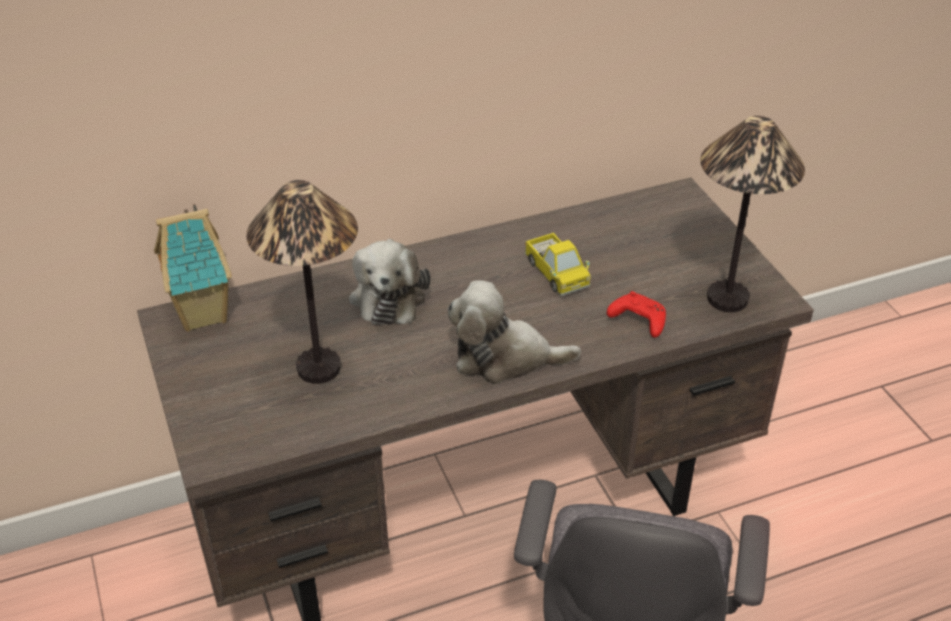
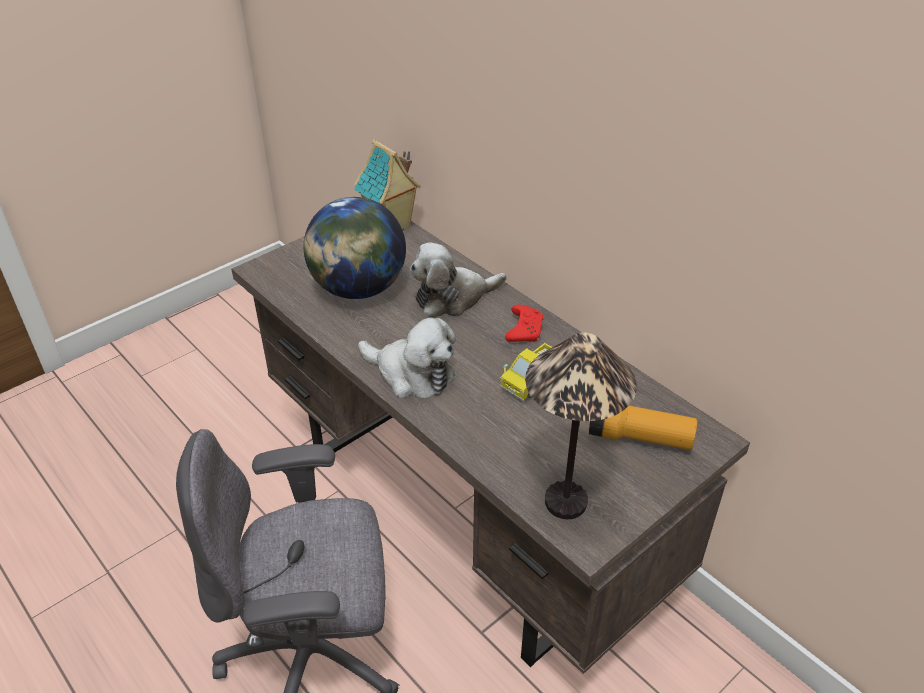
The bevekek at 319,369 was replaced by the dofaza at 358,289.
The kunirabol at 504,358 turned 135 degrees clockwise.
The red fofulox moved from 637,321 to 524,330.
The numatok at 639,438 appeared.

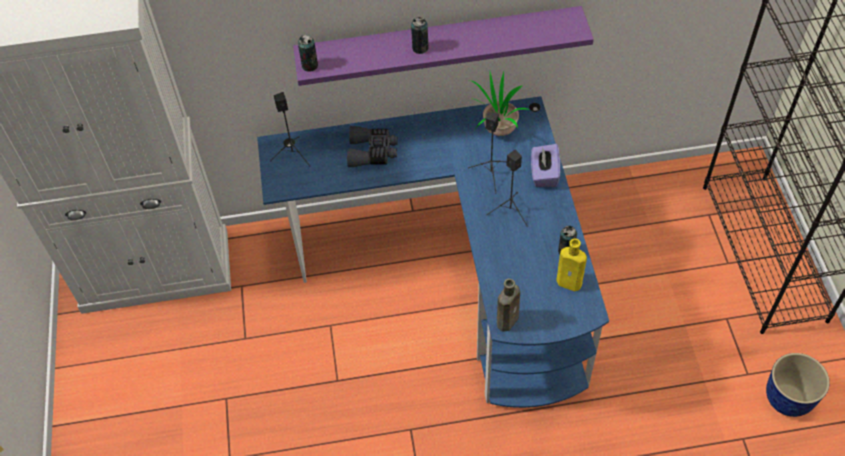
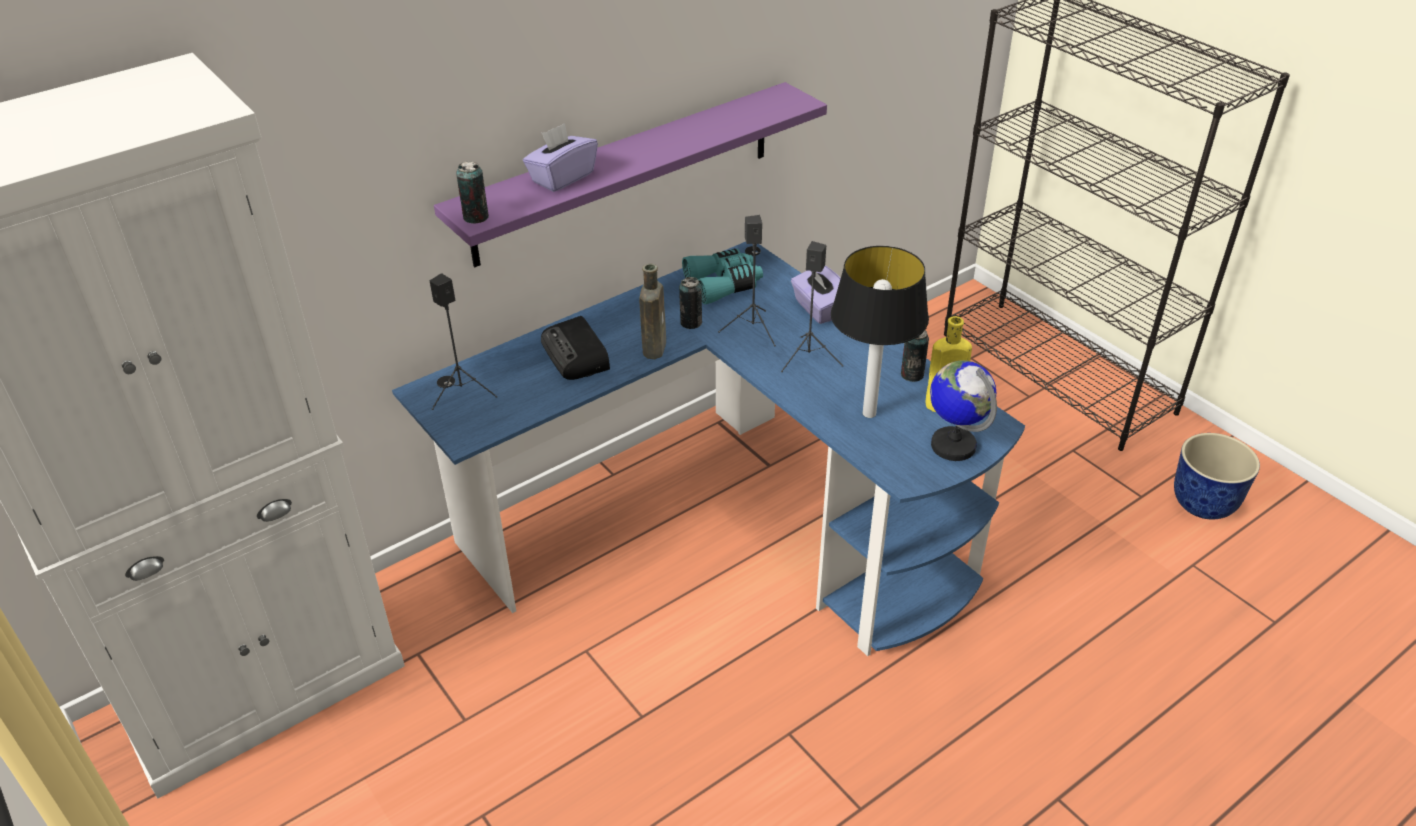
The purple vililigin at 562,177 appeared.
The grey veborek at 372,152 was replaced by the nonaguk at 576,355.
The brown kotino moved from 508,319 to 654,347.
The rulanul moved from 420,48 to 691,322.
The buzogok at 497,129 was replaced by the turquoise veborek at 724,284.
The bevekek at 868,413 appeared.
The dofaza at 953,445 appeared.

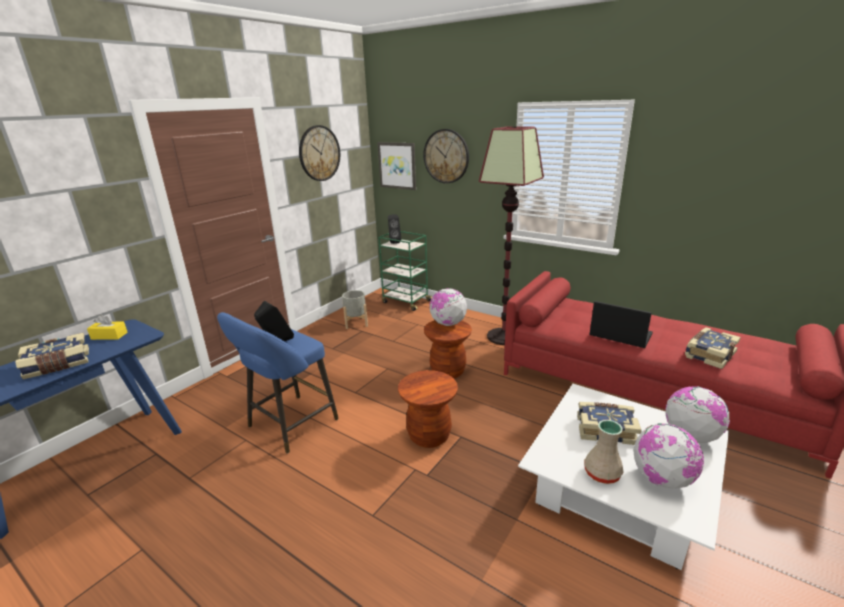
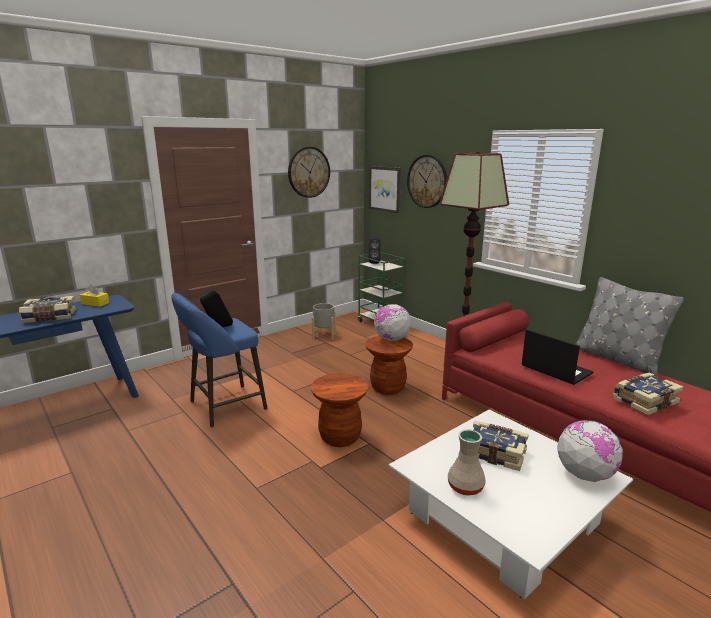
The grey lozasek at 617,359 appeared.
The dofaza at 662,479 disappeared.

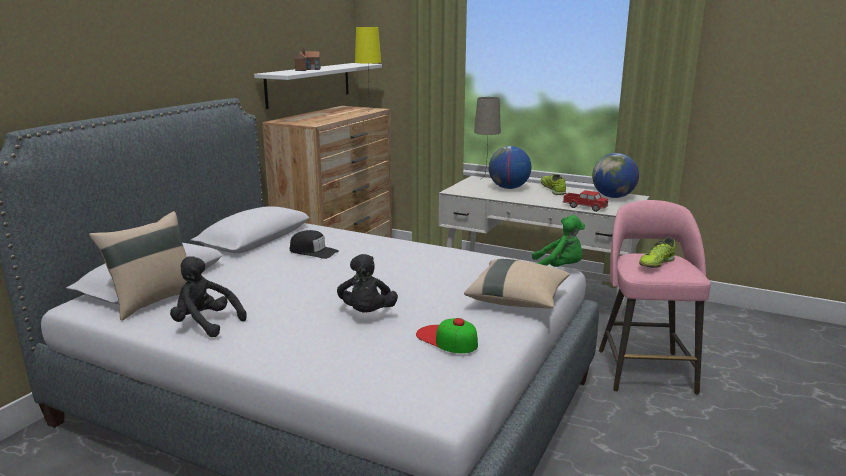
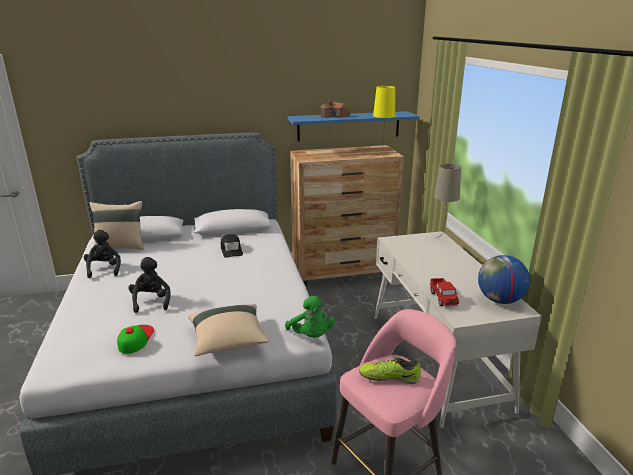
The black kunirabol at 367,314 turned 120 degrees clockwise.
The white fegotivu at 309,84 became the blue fegotivu at 349,126.
The dofaza at 508,188 disappeared.
The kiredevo at 553,189 disappeared.

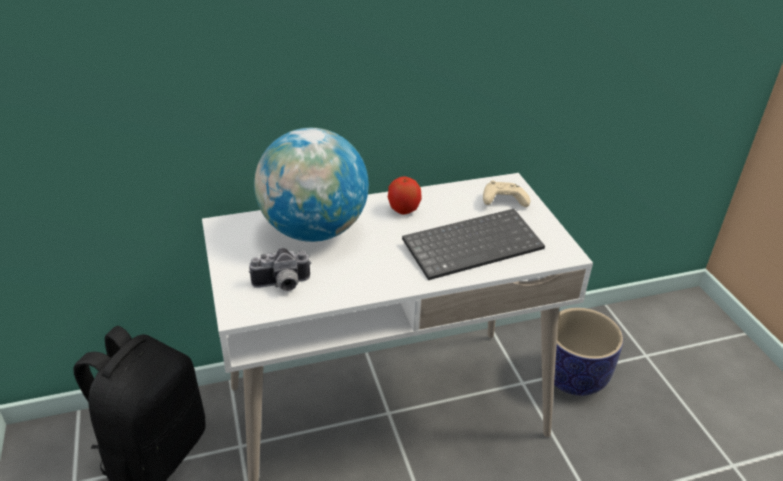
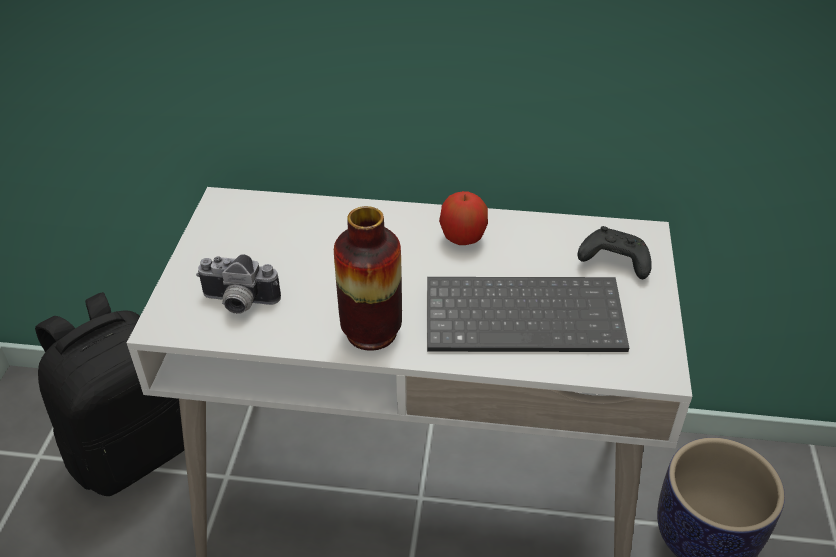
The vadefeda at 371,332 appeared.
The beige fofulox at 502,202 became the black fofulox at 613,261.
The dofaza at 314,230 disappeared.

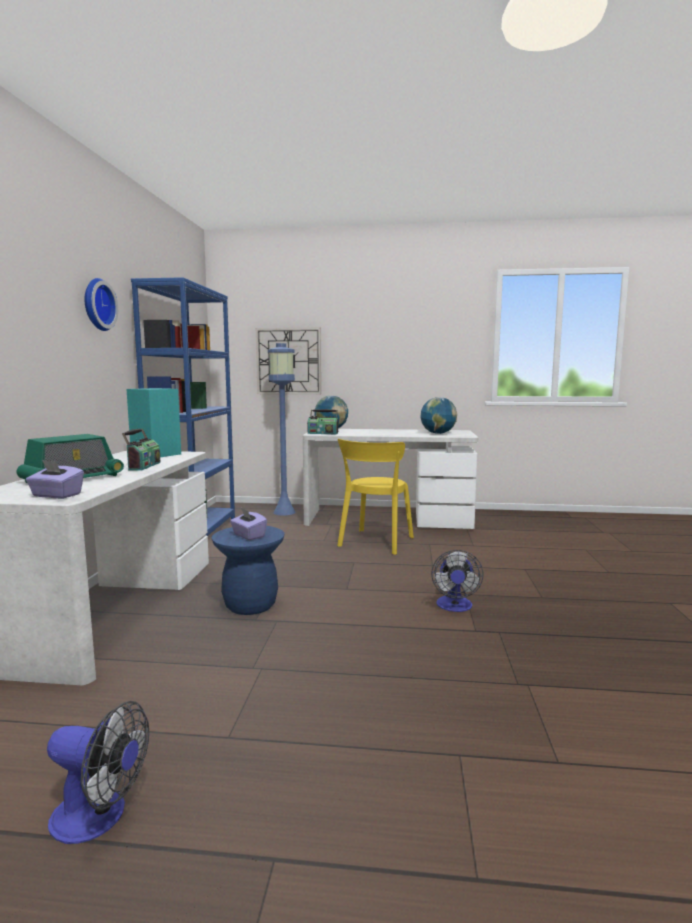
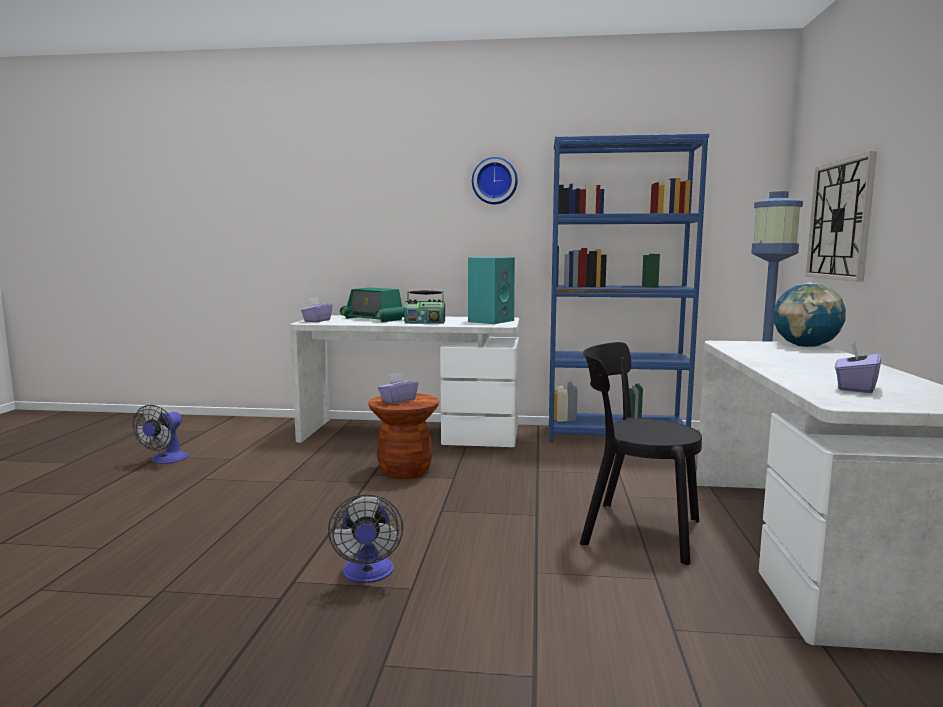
The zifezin at 454,607 turned 105 degrees counterclockwise.
The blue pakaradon at 250,605 became the brown pakaradon at 405,471.
The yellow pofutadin at 375,543 became the black pofutadin at 634,530.
The dofaza at 438,433 was replaced by the purple vililigin at 855,388.
The nonaguk at 323,433 disappeared.

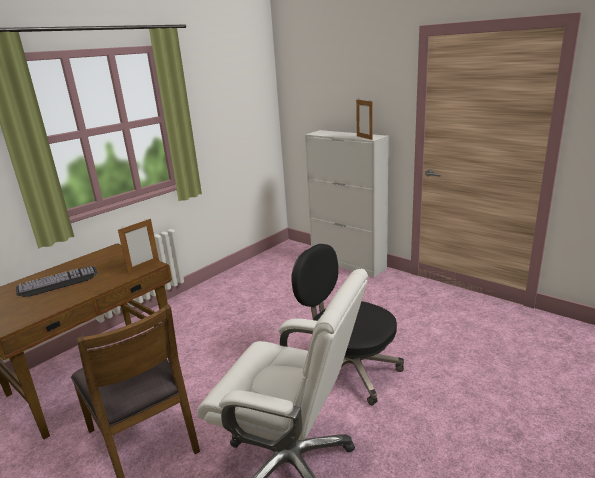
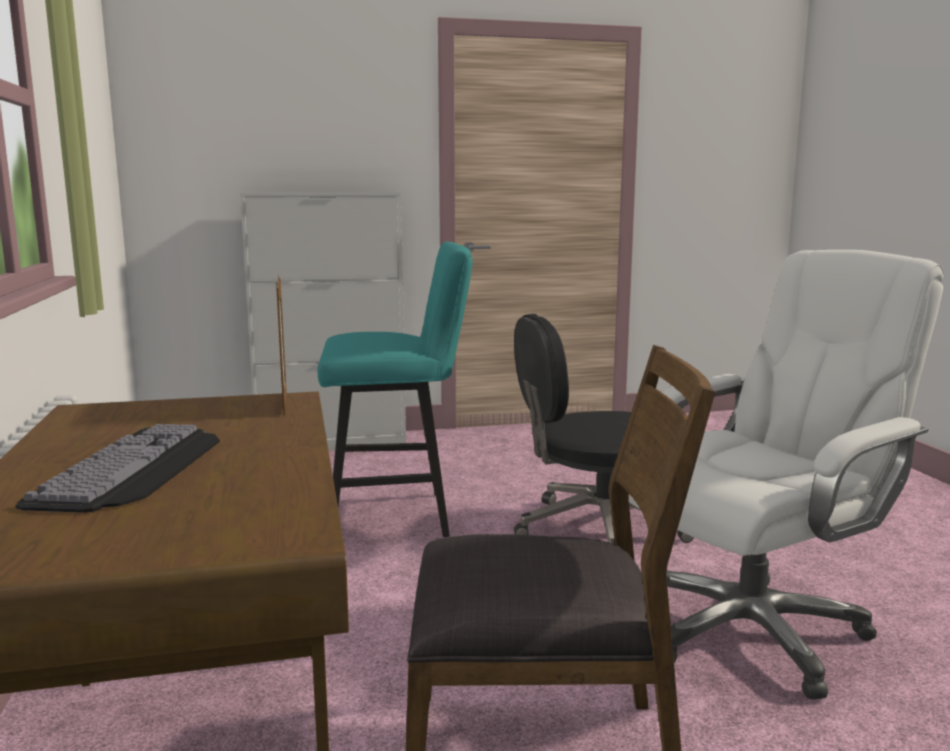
The turquoise pakaradon at 399,516 appeared.
The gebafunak at 364,137 disappeared.

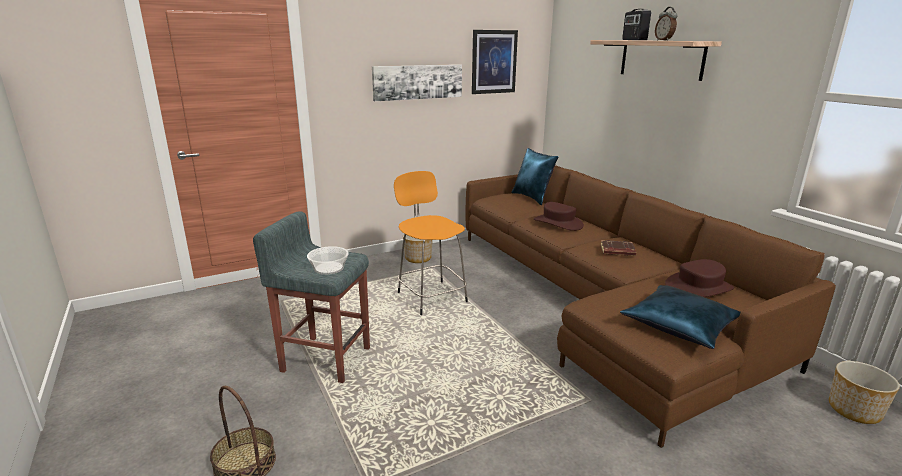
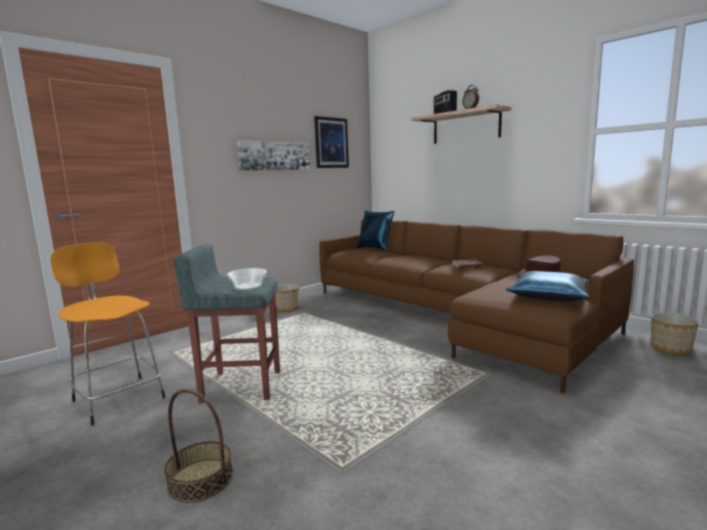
The orange pakaradon moved from 430,297 to 118,398.
The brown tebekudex at 558,223 disappeared.

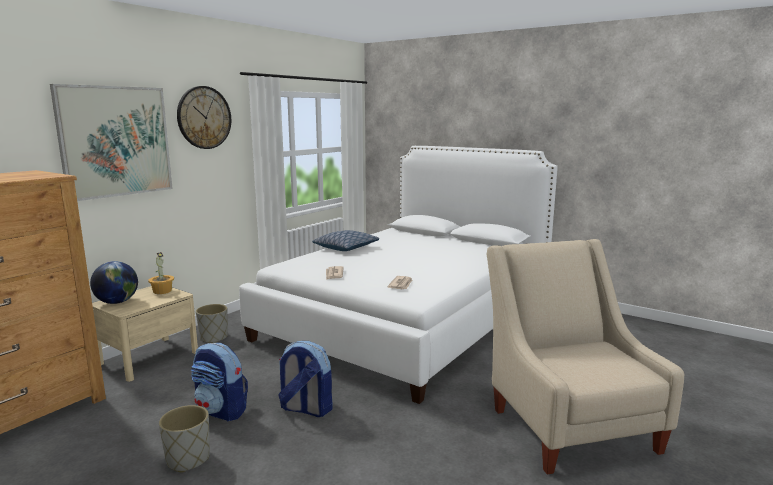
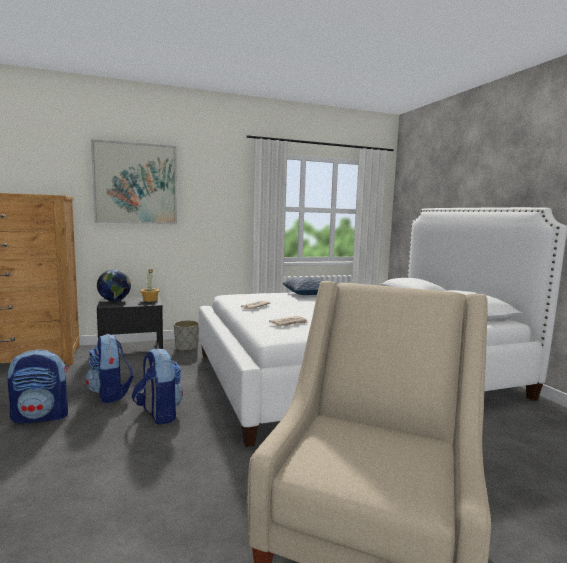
The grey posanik at 188,459 was replaced by the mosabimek at 42,416.
The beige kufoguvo at 149,358 became the black kufoguvo at 131,349.
The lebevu at 204,117 disappeared.

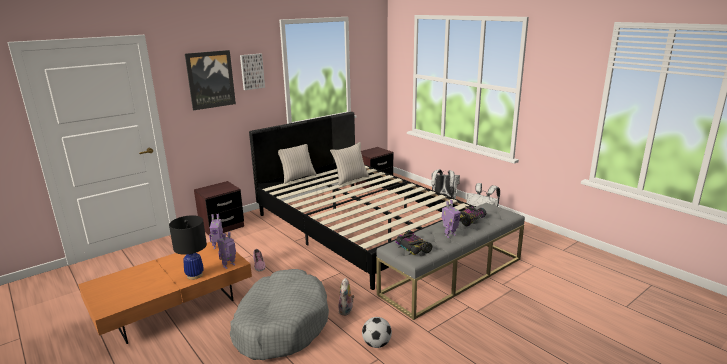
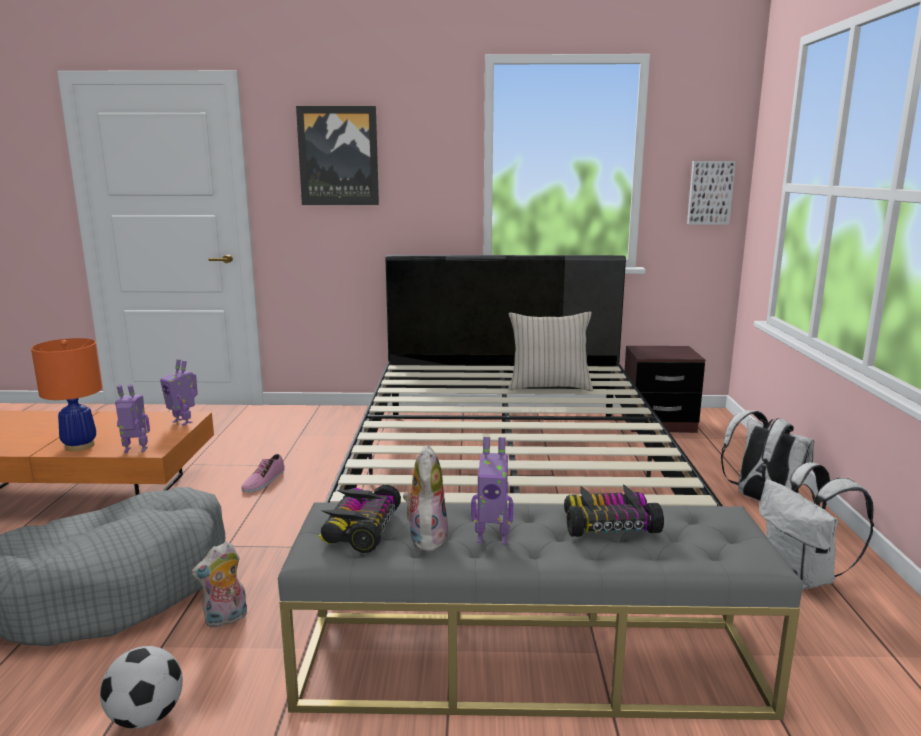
The black bevekek at 195,275 became the orange bevekek at 79,446.
The kunirabol at 426,537 appeared.
The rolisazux moved from 252,71 to 709,192.
The brown kufoguvo at 222,227 disappeared.
The beige lozasek at 297,178 disappeared.

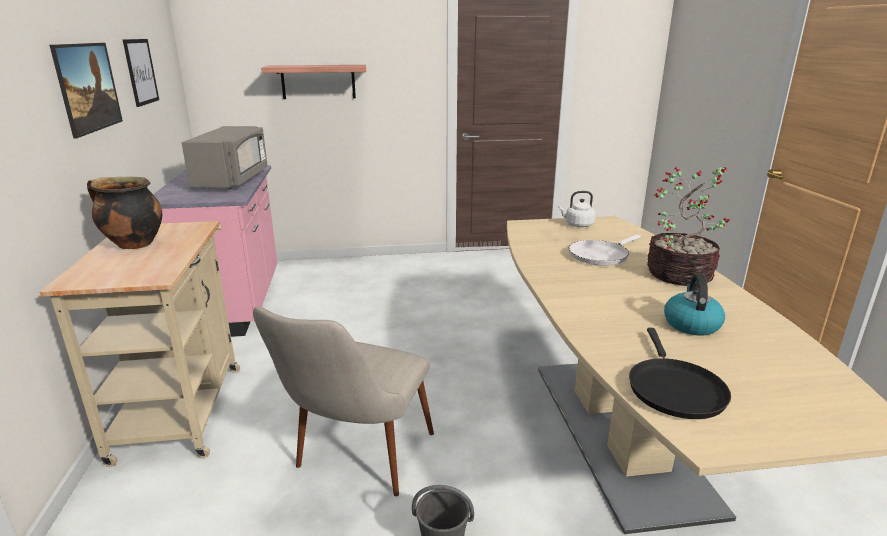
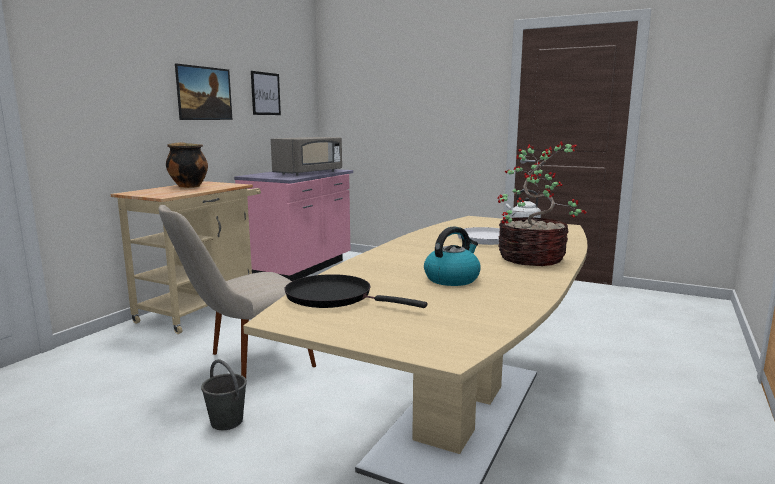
The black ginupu at 673,389 turned 75 degrees clockwise.
The fegotivu at 318,81 disappeared.

